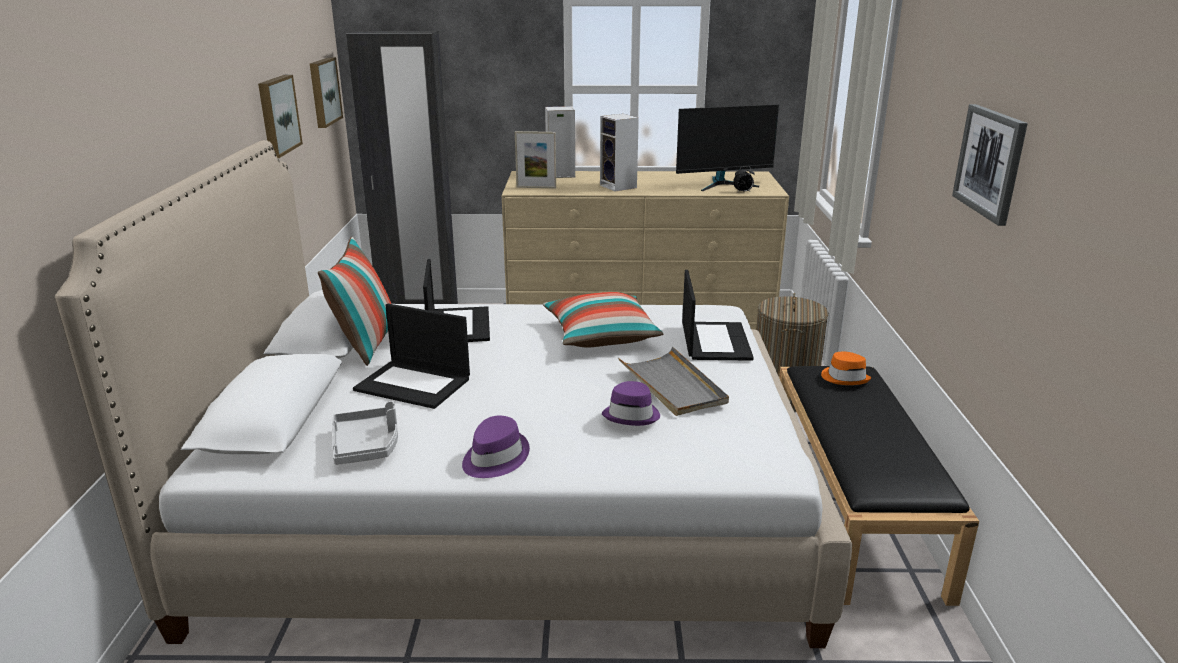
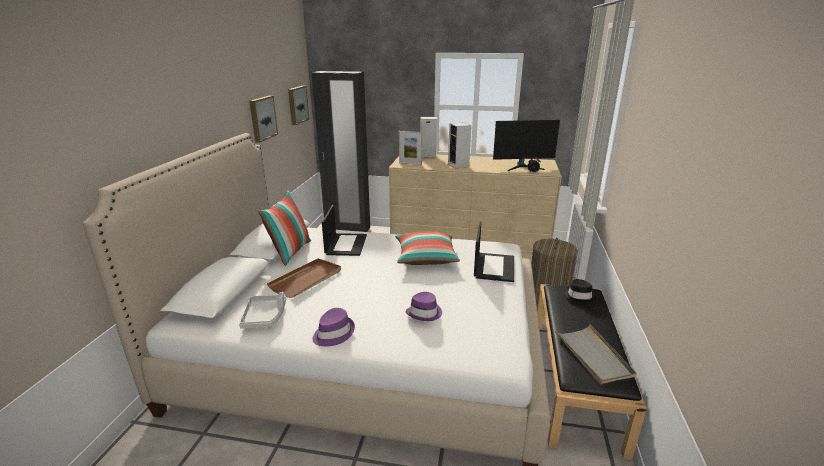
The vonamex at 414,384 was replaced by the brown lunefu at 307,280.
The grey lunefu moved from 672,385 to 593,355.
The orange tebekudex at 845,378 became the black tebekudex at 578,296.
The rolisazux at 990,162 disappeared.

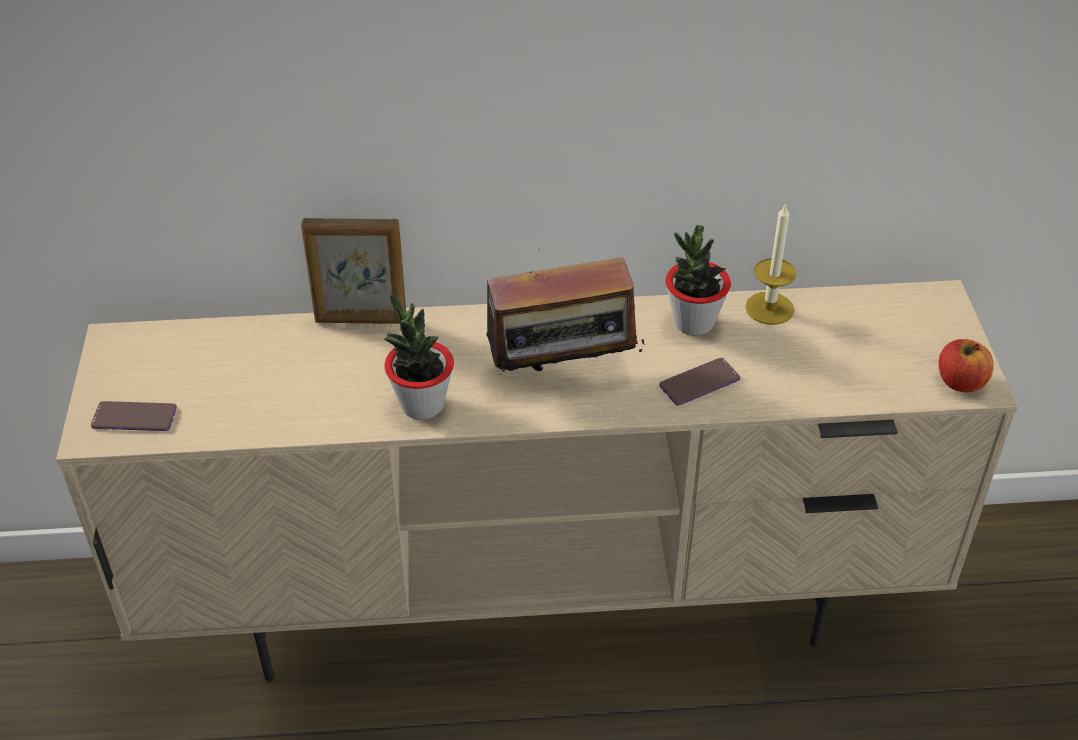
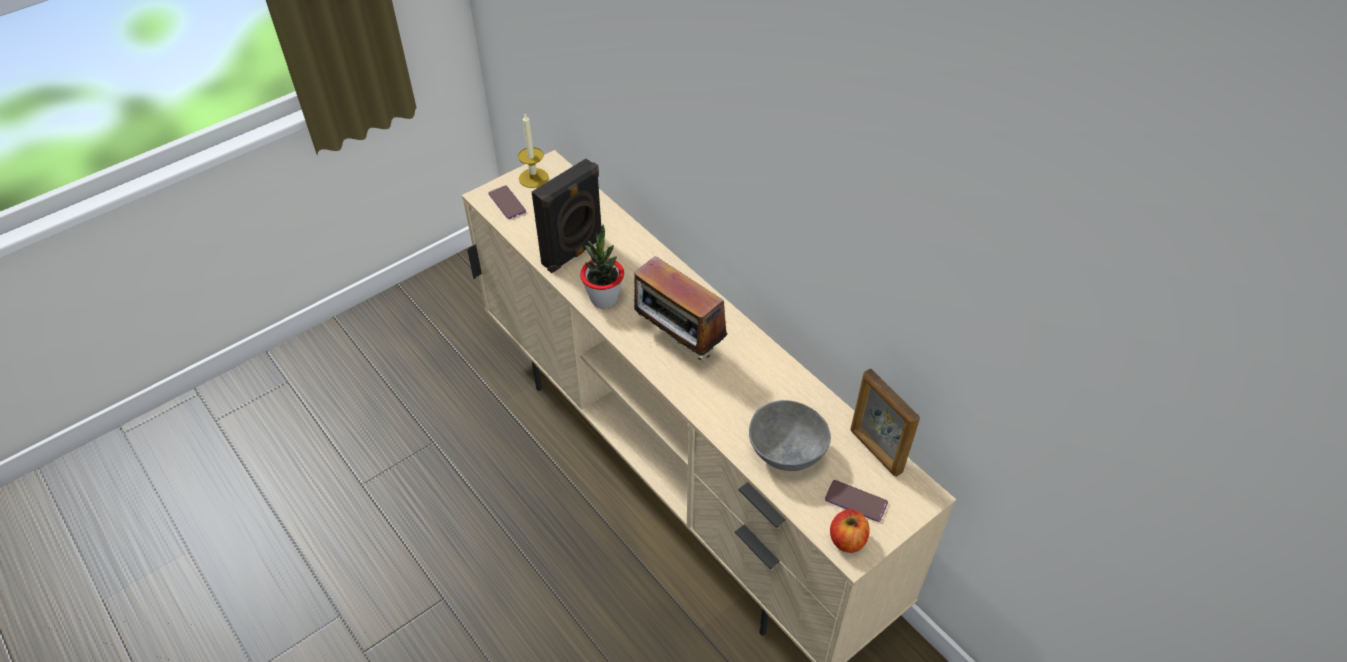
The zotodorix moved from 769,308 to 533,178.
The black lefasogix at 574,253 appeared.
The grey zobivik at 787,454 appeared.
The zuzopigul moved from 699,383 to 856,501.
The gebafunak moved from 361,320 to 875,451.
The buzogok at 693,323 disappeared.

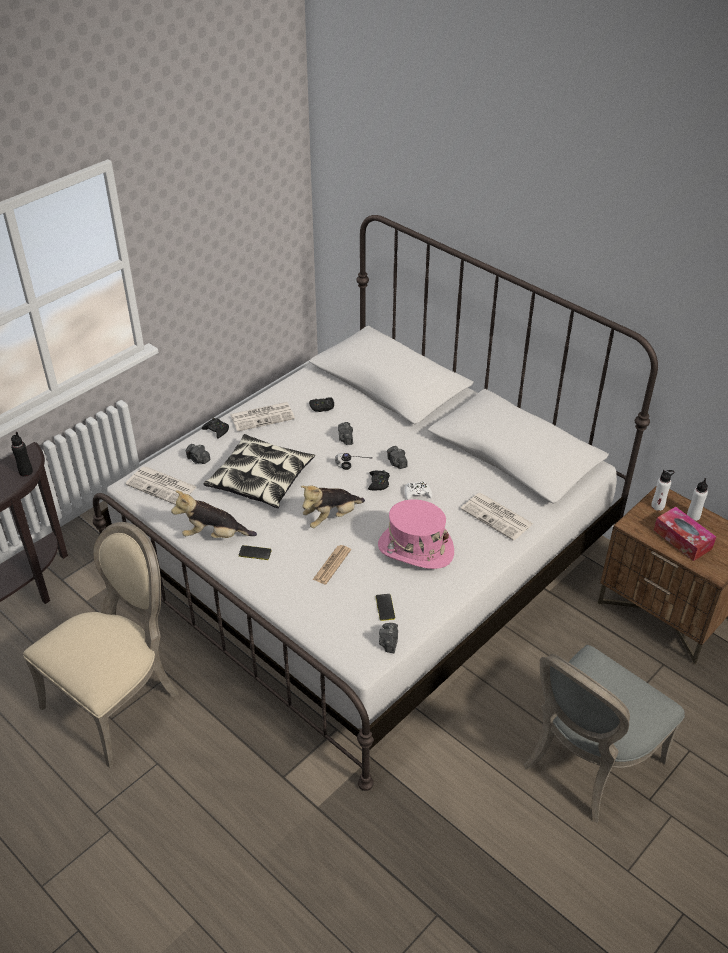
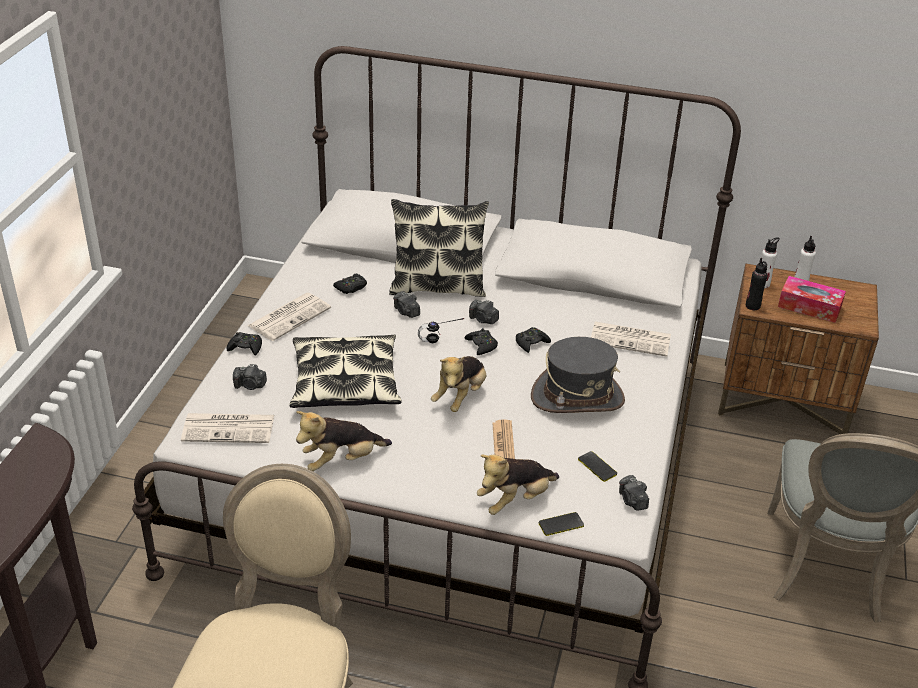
The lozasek at 437,286 appeared.
The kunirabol at 515,500 appeared.
The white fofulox at 417,493 became the black fofulox at 531,343.
The pink tebekudex at 415,549 became the grey tebekudex at 577,398.
The zuzopigul moved from 255,553 to 561,524.
The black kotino moved from 26,472 to 752,306.

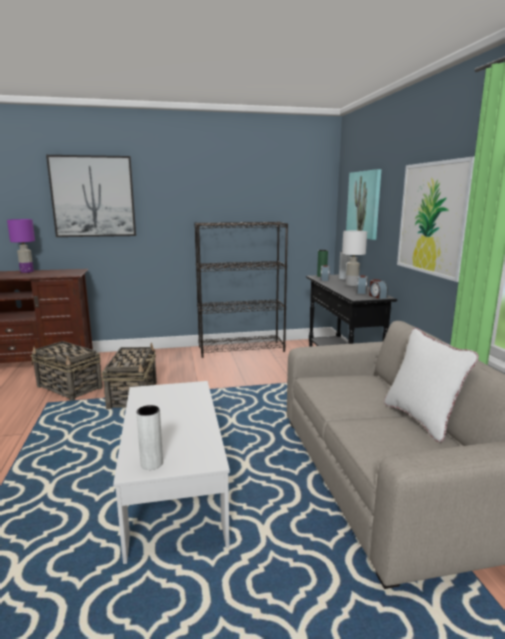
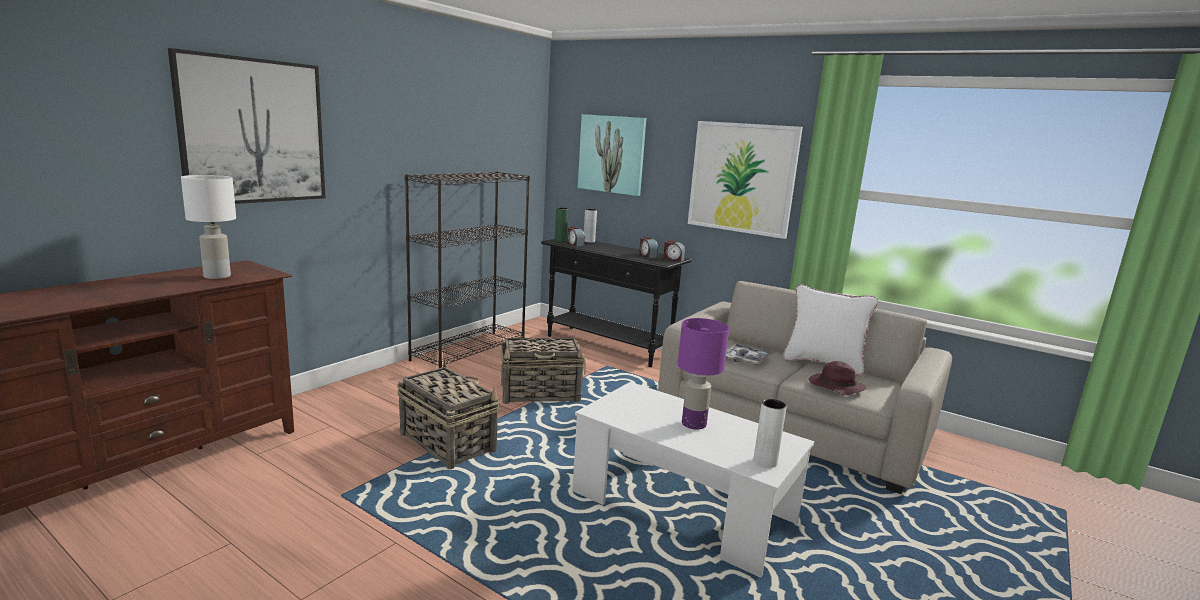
The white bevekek moved from 351,285 to 216,276.
The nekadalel moved from 70,387 to 541,393.
The purple bevekek moved from 27,272 to 694,424.
The lunefu at 746,359 appeared.
The purple tebekudex at 835,387 appeared.

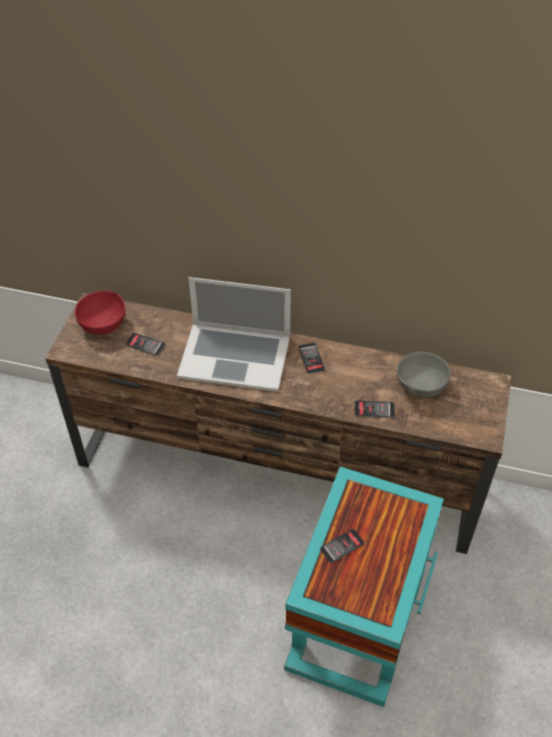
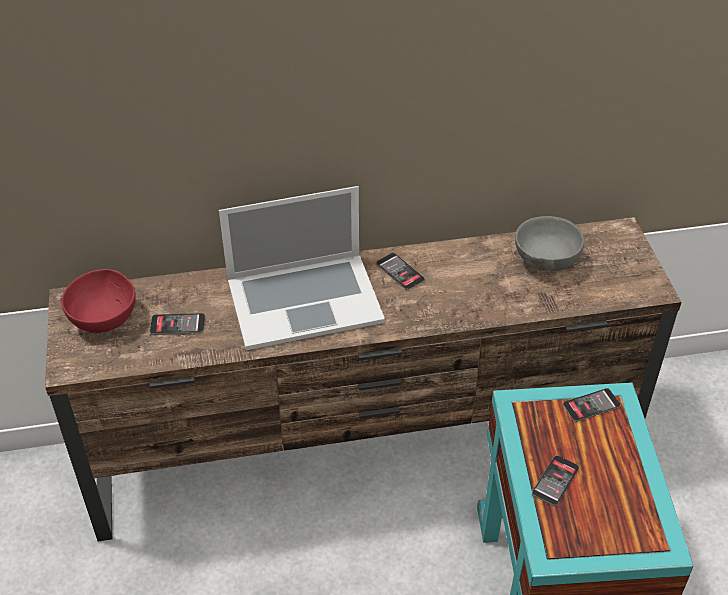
The zuzopigul moved from 374,409 to 591,405.

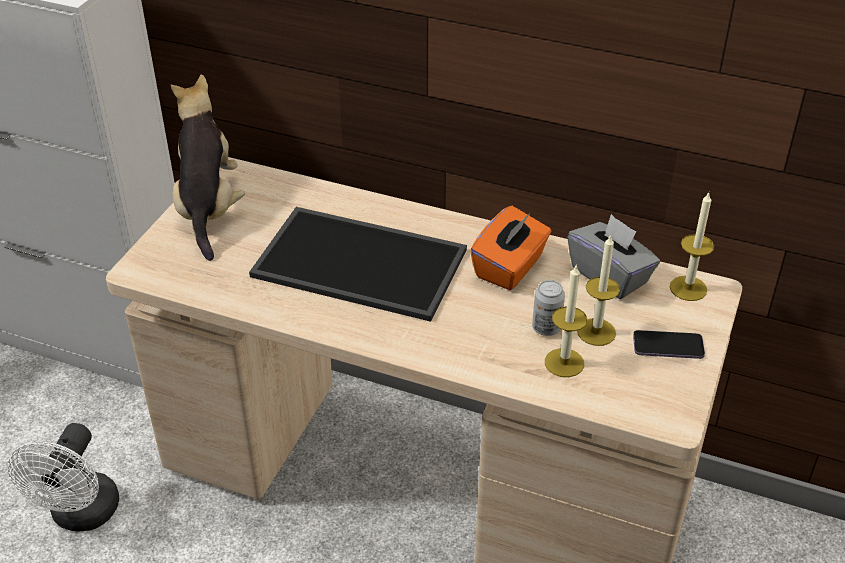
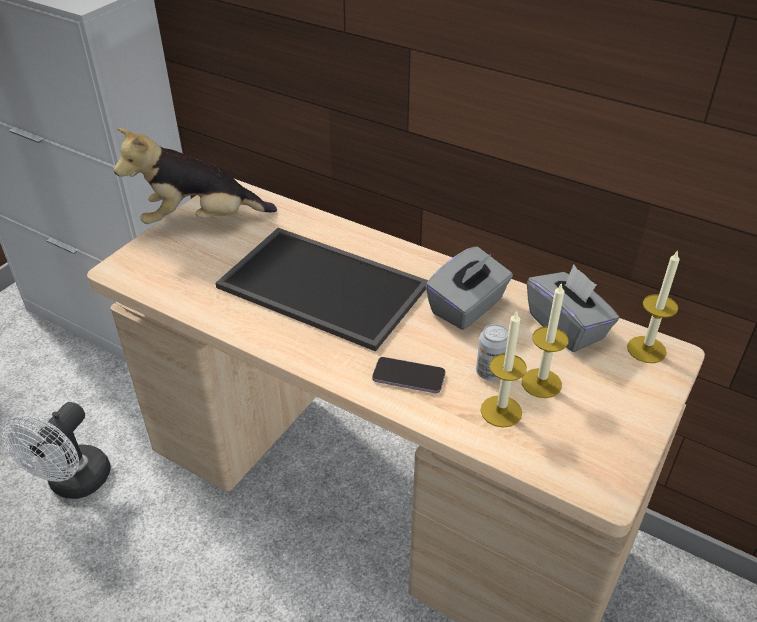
The kunirabol at 209,208 turned 105 degrees counterclockwise.
The zuzopigul moved from 668,346 to 408,377.
The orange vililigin at 510,267 became the grey vililigin at 467,307.

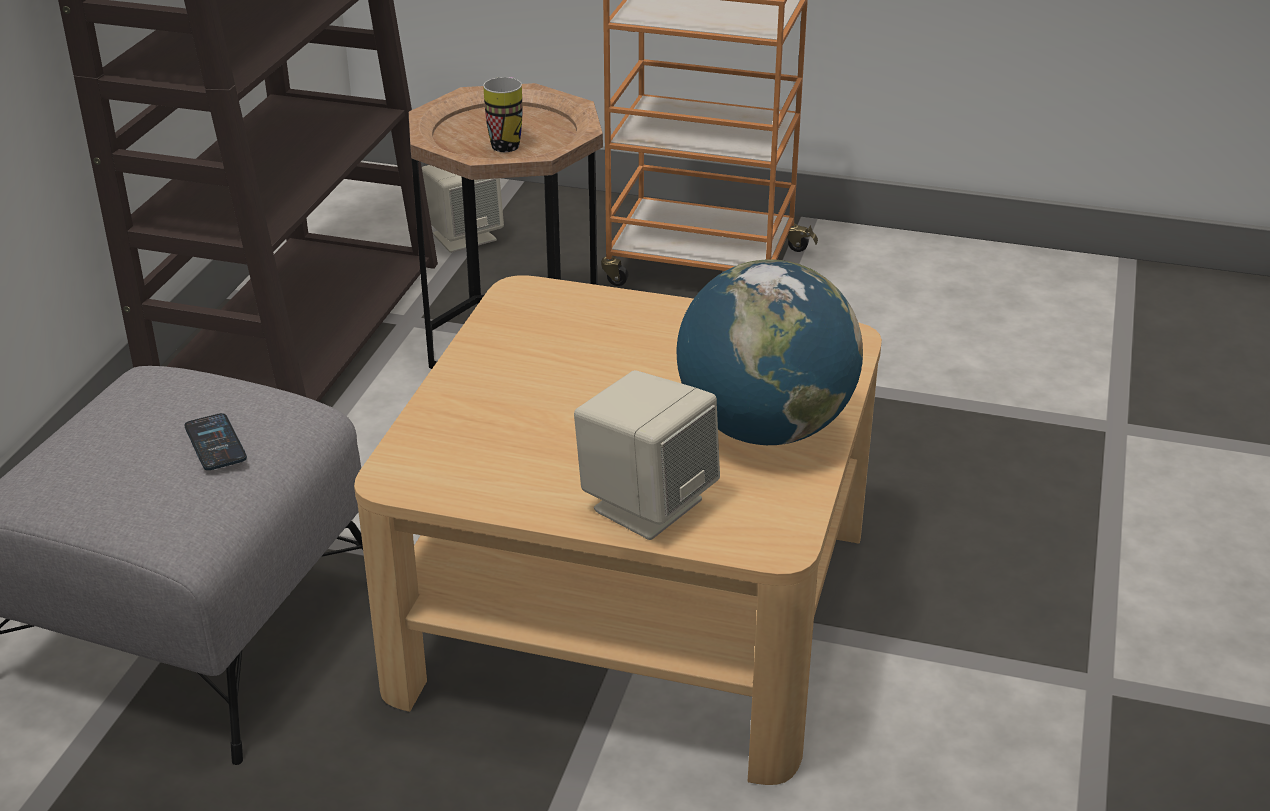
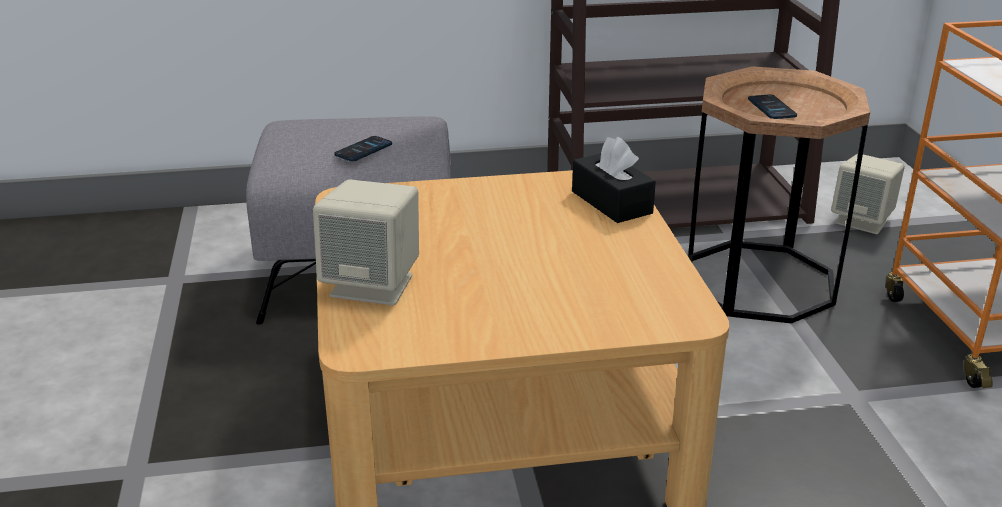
The black vililigin at 611,202 appeared.
The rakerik at 508,142 was replaced by the zuzopigul at 771,108.
The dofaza at 764,429 disappeared.

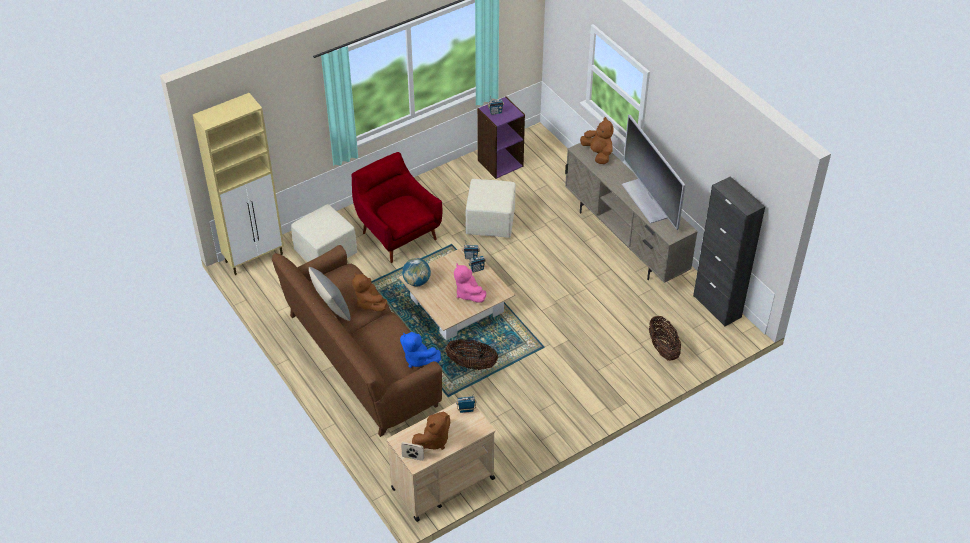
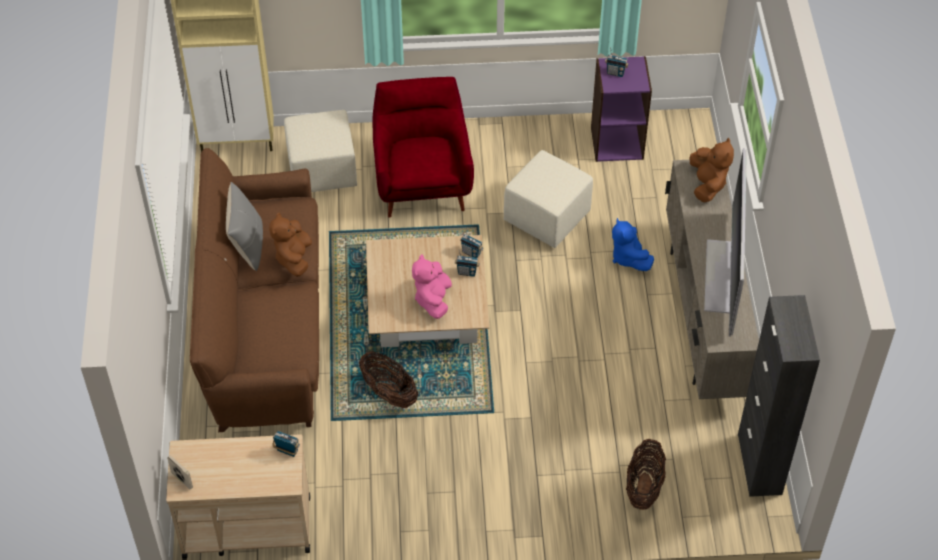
The blue kunirabol moved from 418,359 to 628,257.
The dofaza at 416,282 disappeared.
The brown kunirabol at 433,440 disappeared.

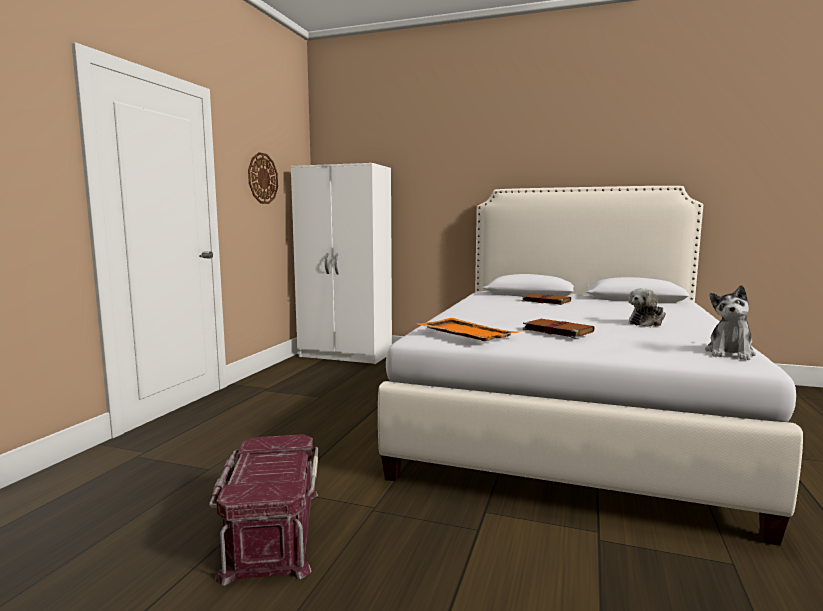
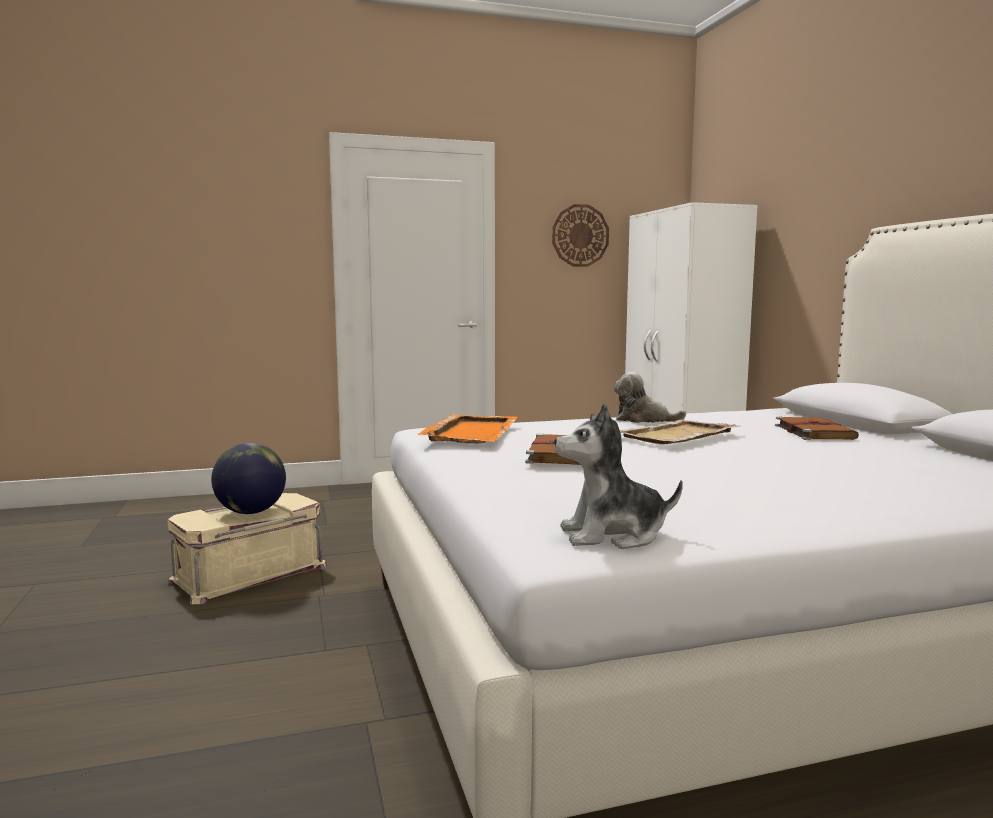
The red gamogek at 271,531 became the beige gamogek at 249,573.
The dofaza at 251,512 appeared.
The kunirabol moved from 646,323 to 643,419.
The beige lunefu at 676,436 appeared.

